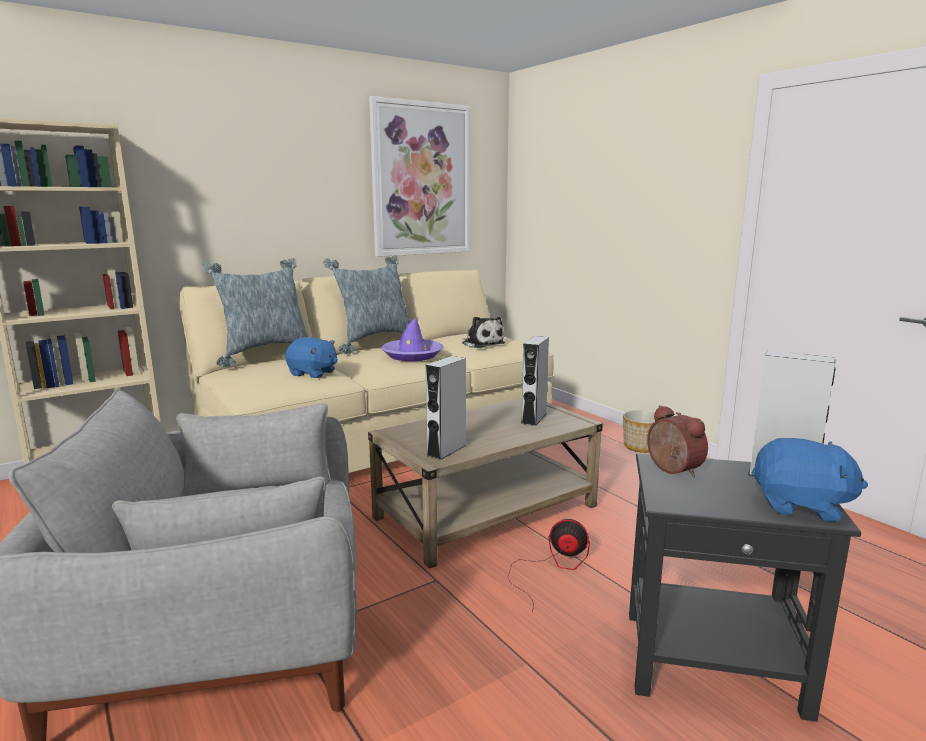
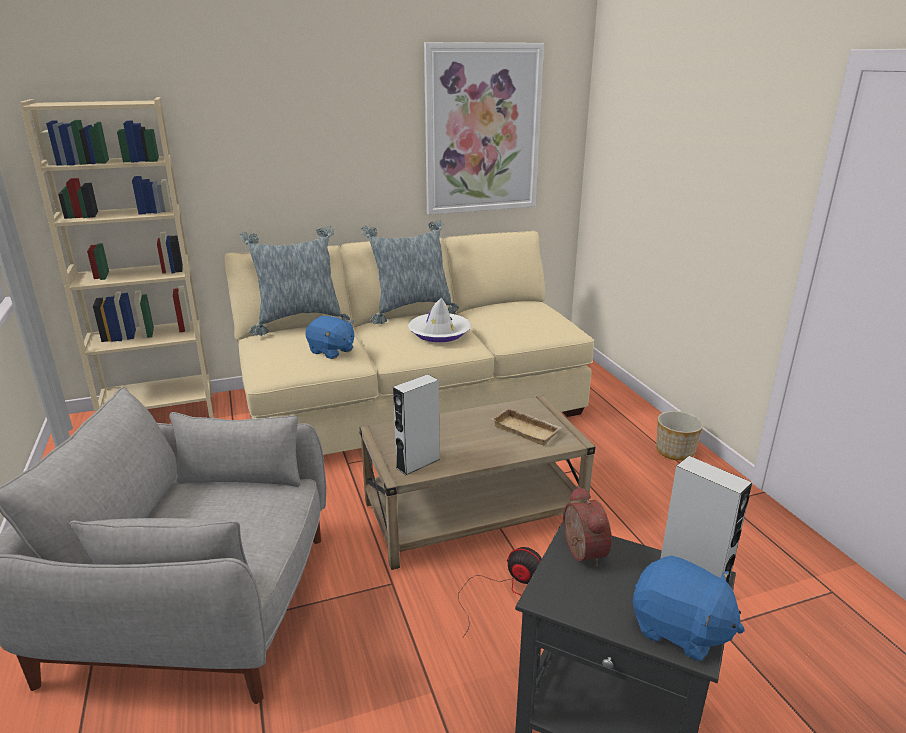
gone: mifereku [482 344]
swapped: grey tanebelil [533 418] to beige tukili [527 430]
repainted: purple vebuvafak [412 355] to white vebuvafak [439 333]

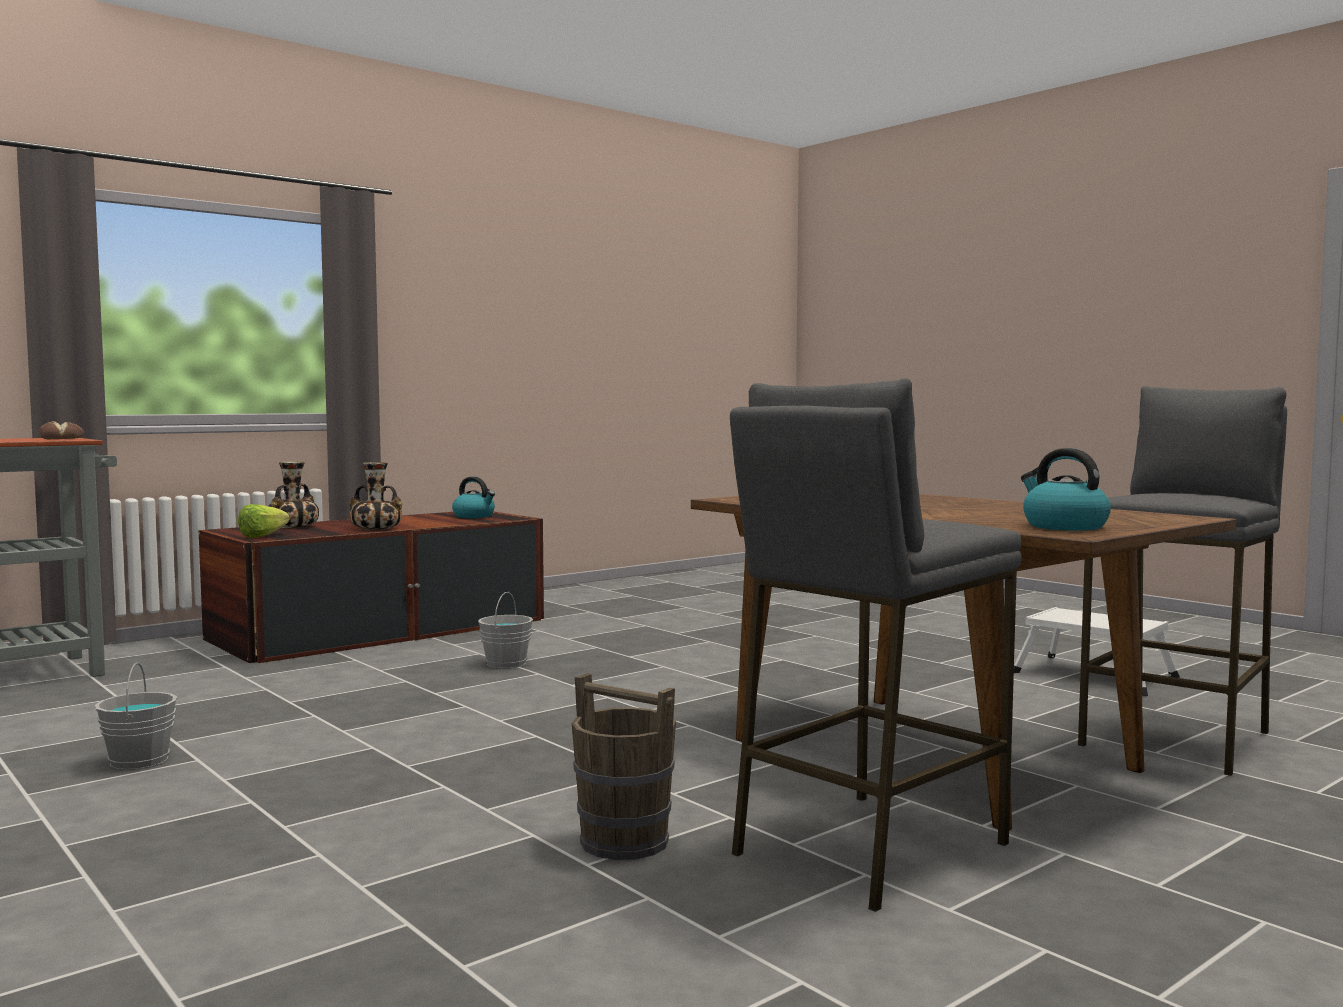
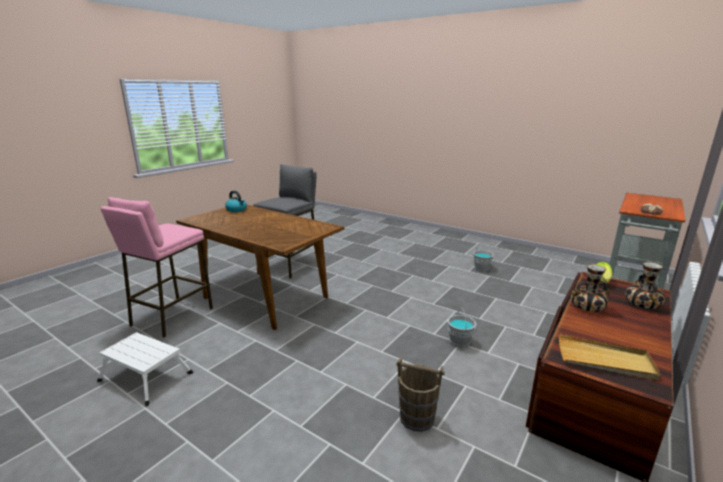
shifted: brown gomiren [623 841] to [417 418]
swapped: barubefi [474 516] to beige tukili [605 360]
repainted: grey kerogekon [1178 739] to pink kerogekon [171 317]

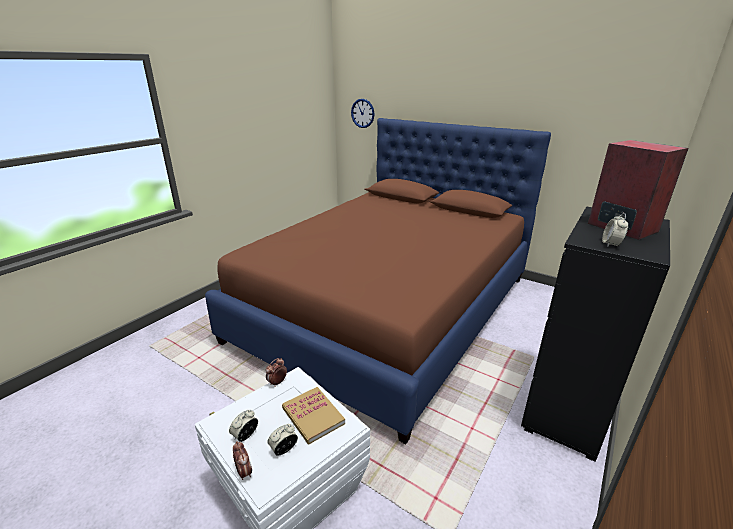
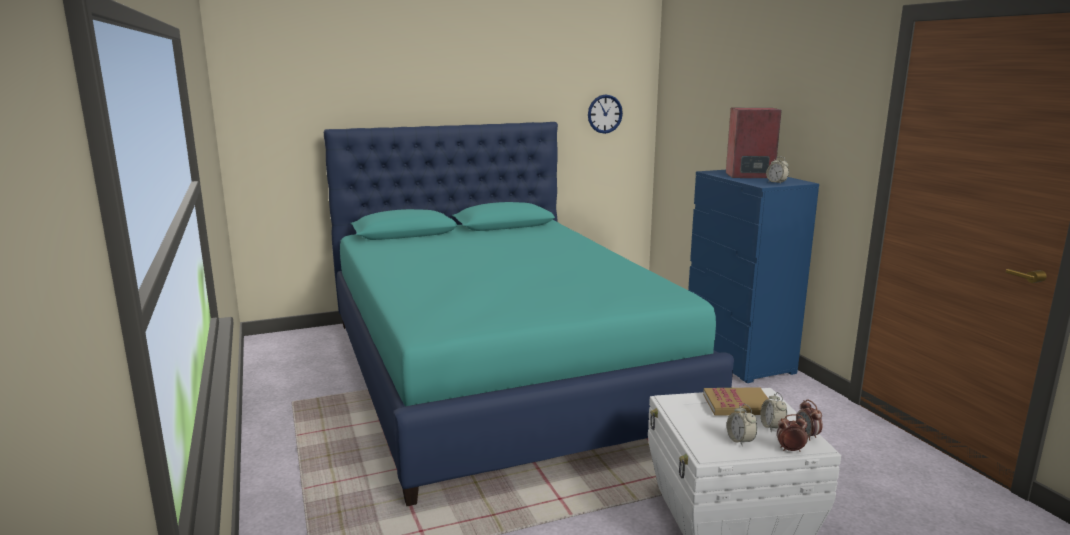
shifted: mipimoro [277 383] to [807 435]; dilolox [362 113] to [604 114]
repainted: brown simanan [388 308] to turquoise simanan [499 372]; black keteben [566 408] to blue keteben [738 359]

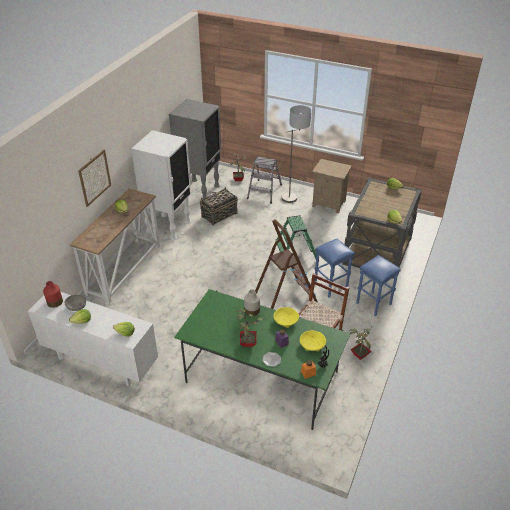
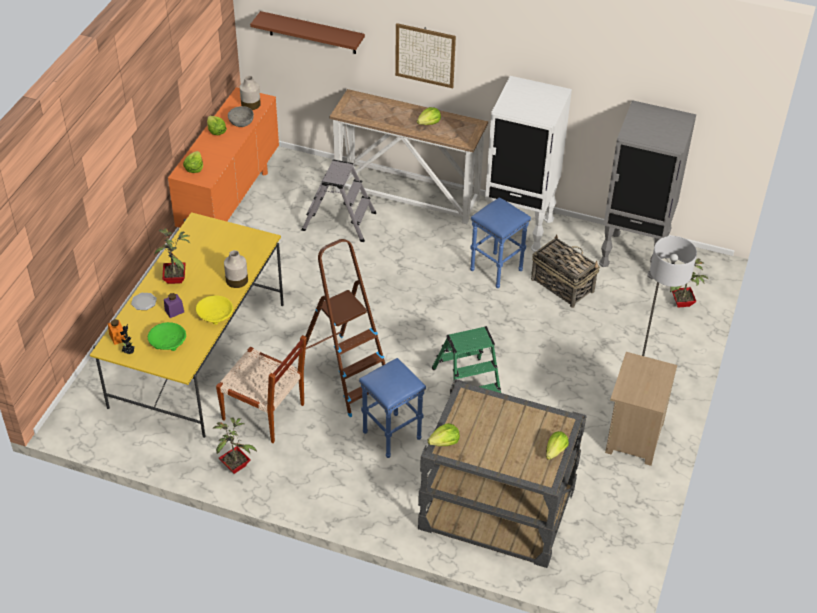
new: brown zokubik [312 33]
shifted: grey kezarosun [264 191] to [339 221]; blue kerogekon [374 303] to [496 270]
repainted: white keteben [100 362] to orange keteben [230 200]; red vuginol [55 302] to beige vuginol [250 104]; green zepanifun [262 377] to yellow zepanifun [198 354]; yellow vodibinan [312 345] to green vodibinan [167 342]

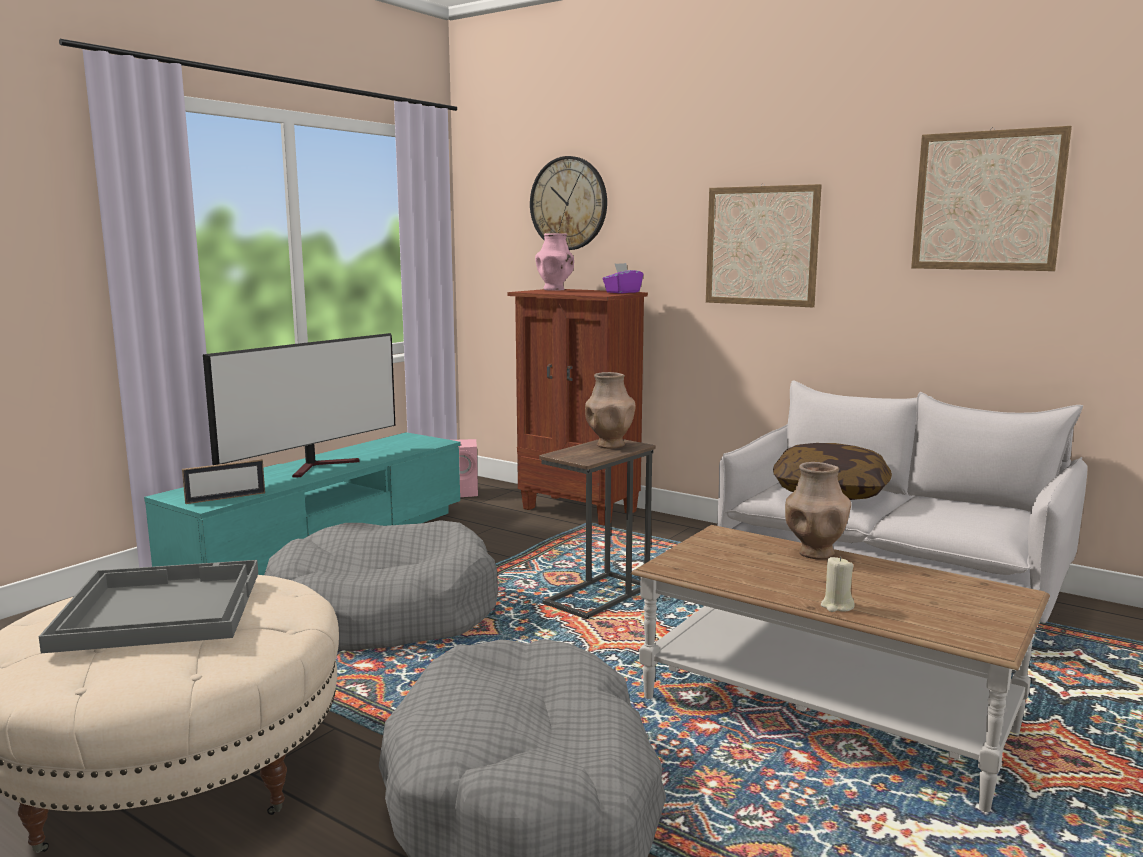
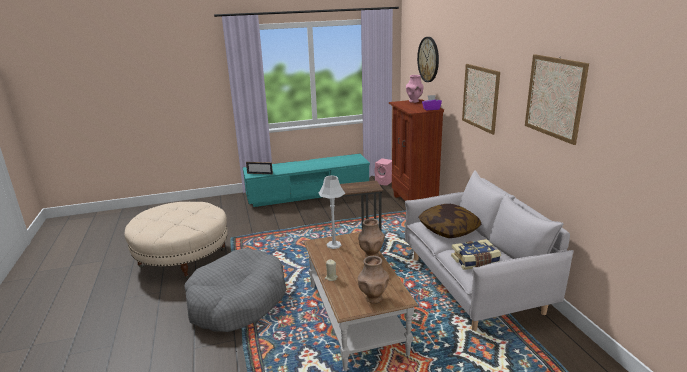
gone: grey tukili [159 608]; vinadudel [320 466]; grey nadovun [383 613]
new: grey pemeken [334 245]; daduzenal [475 261]
shifted: brown vuginol [609 445] to [373 298]

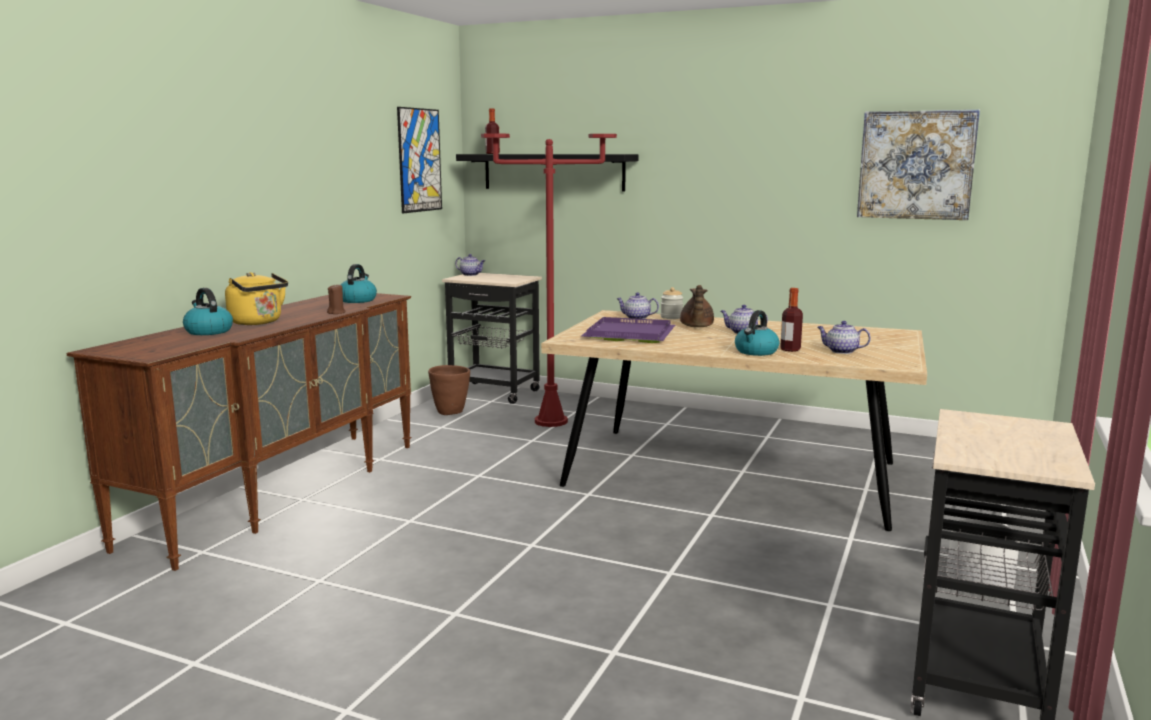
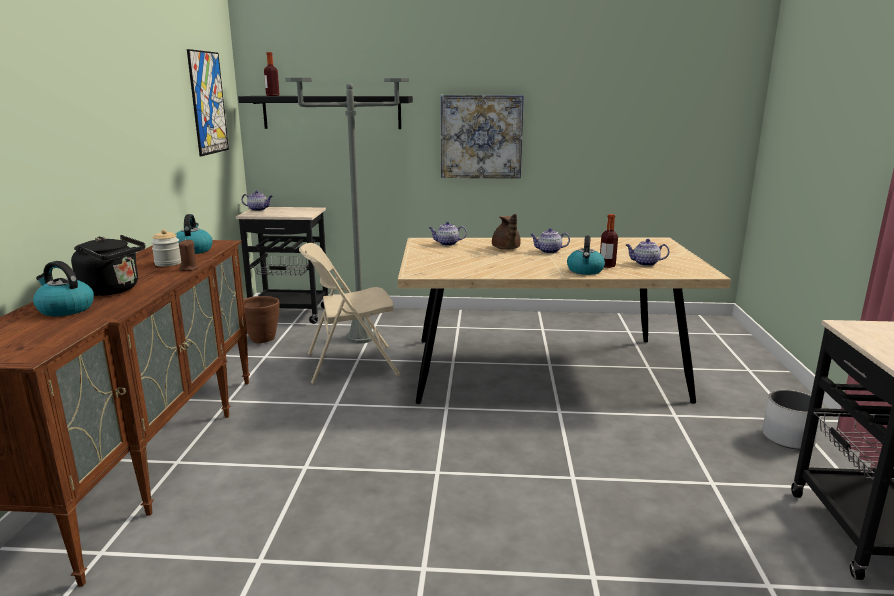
gone: purple tukili [628 333]
new: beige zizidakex [352 364]
shifted: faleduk [671 317] to [168 263]; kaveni [916 165] to [481 137]
repainted: yellow barubefi [258 322] to black barubefi [113 290]; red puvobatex [550 421] to grey puvobatex [360 337]

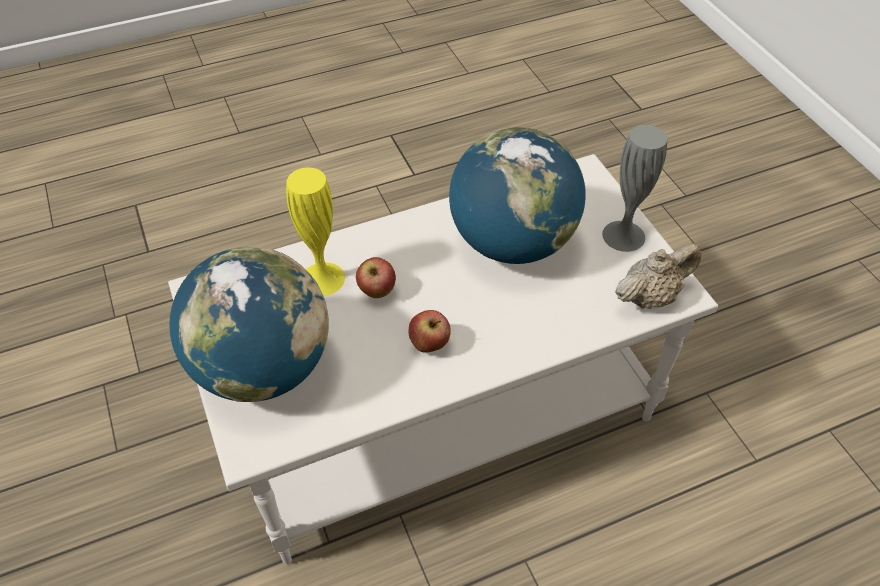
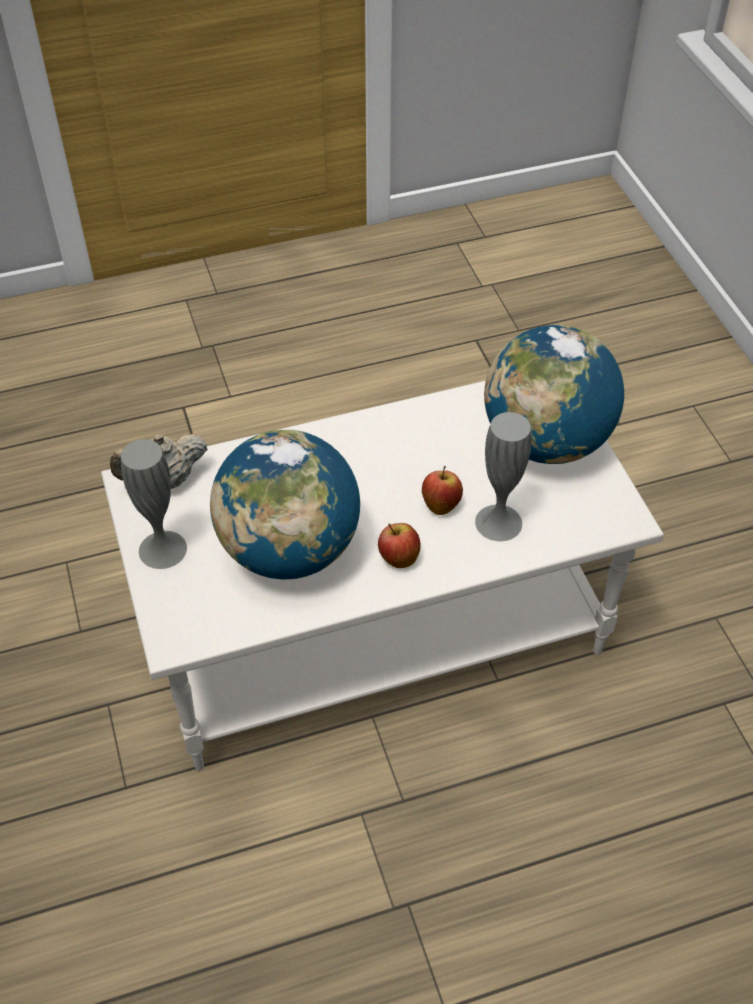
shifted: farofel [429 345] to [398 558]
repainted: yellow vuginol [322 278] to grey vuginol [498 522]

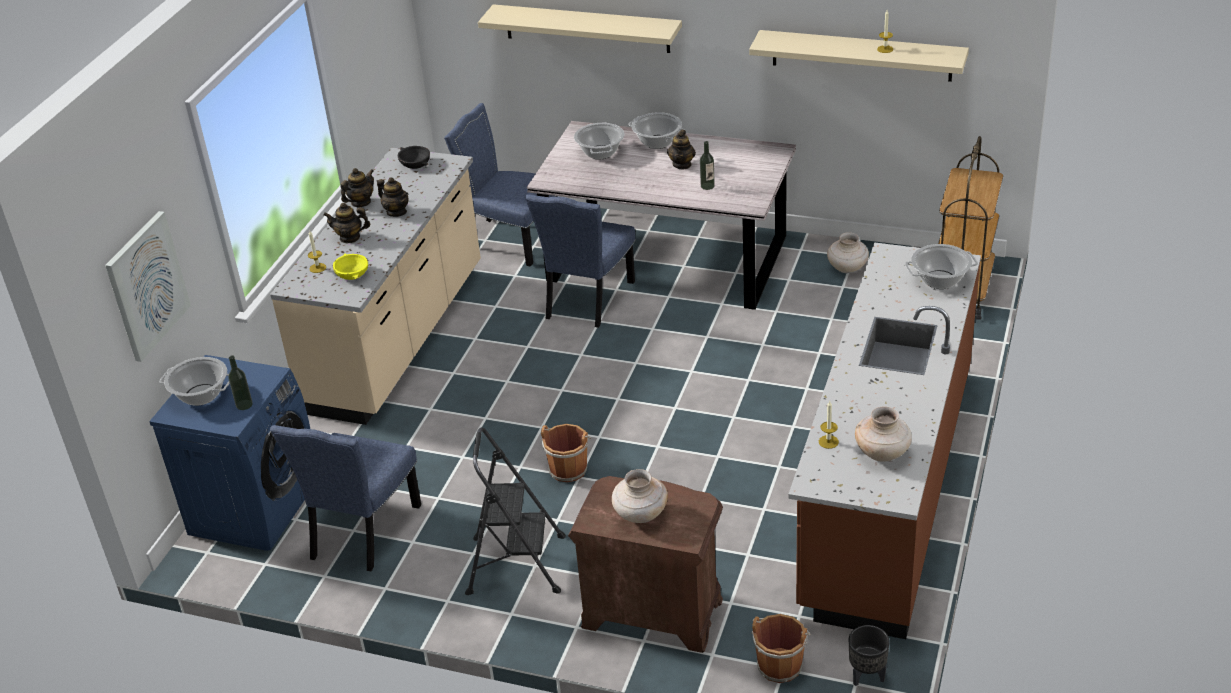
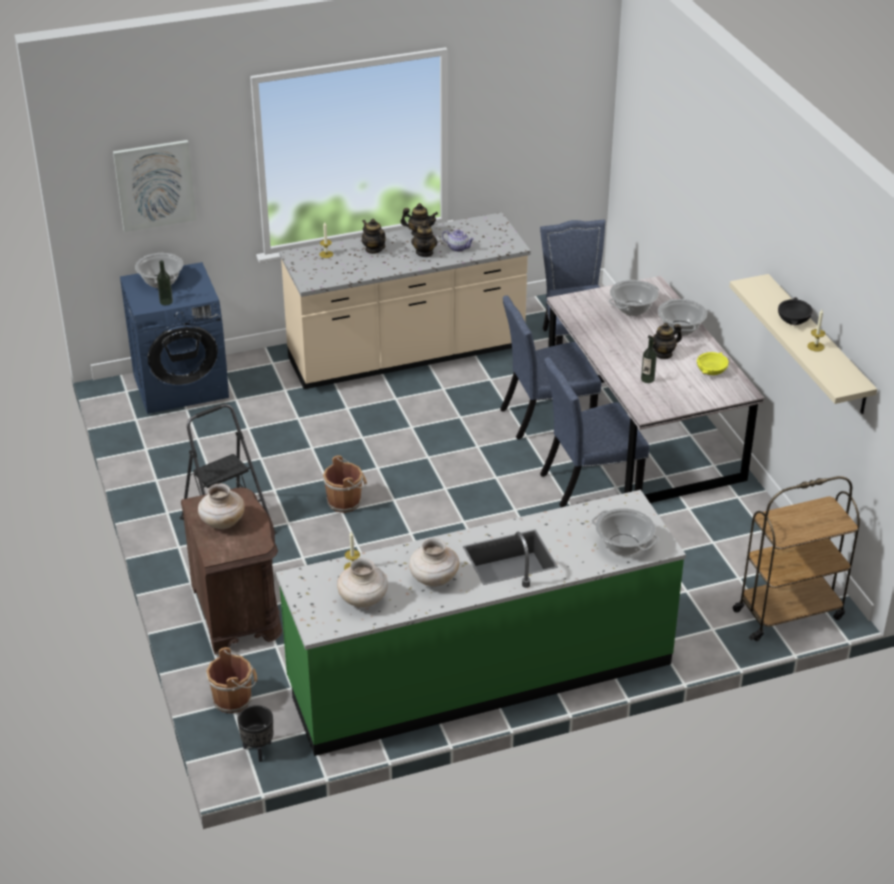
gone: beige zokubik [586 28]
new: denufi [458 248]
shifted: blue zizidakex [364 529] to [591 482]; yellow vodibinan [351 274] to [711 370]; black vodibinan [416 164] to [794 319]; beige vuginol [847 268] to [433 579]
repainted: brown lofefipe [886 485] to green lofefipe [480 673]

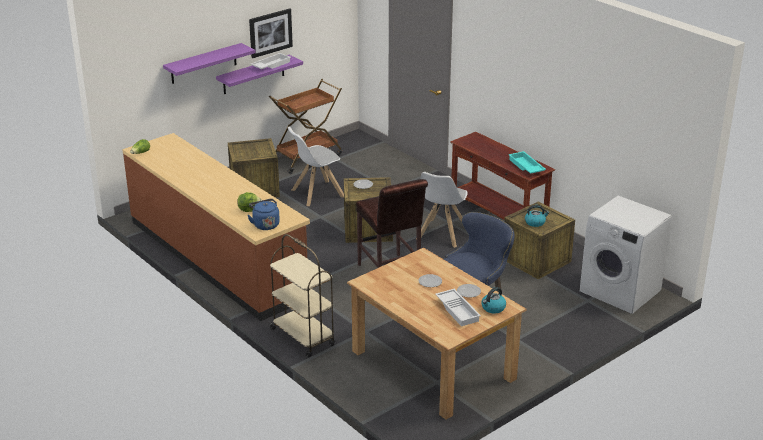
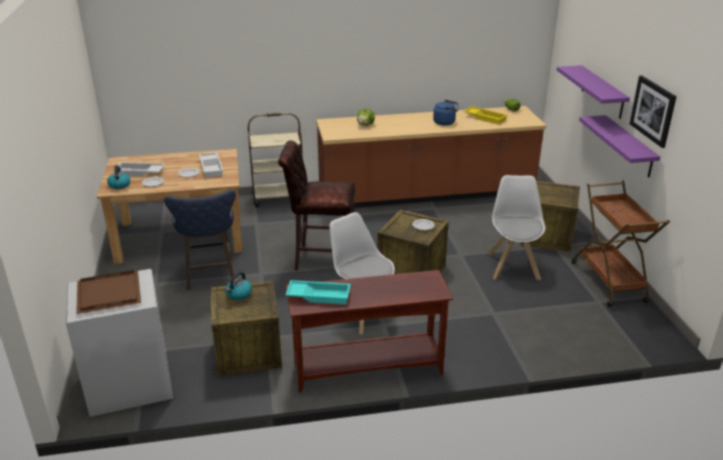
new: brown tukili [110 293]; yellow tukili [485 118]
shifted: blue barubefi [265 224] to [445 122]; white tukili [271 65] to [212 167]

